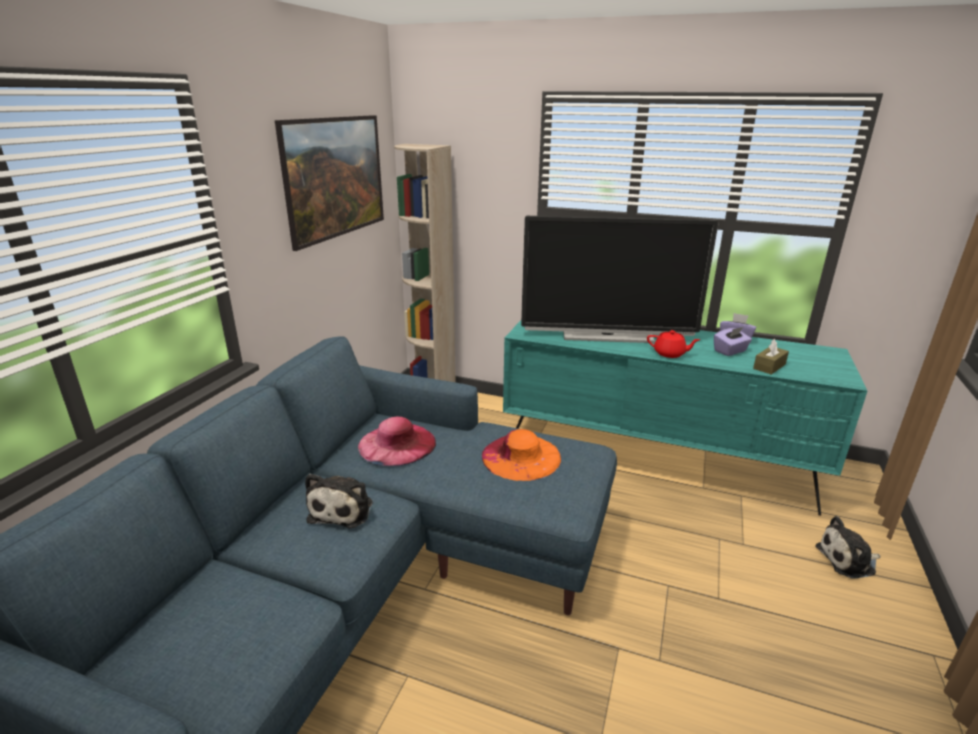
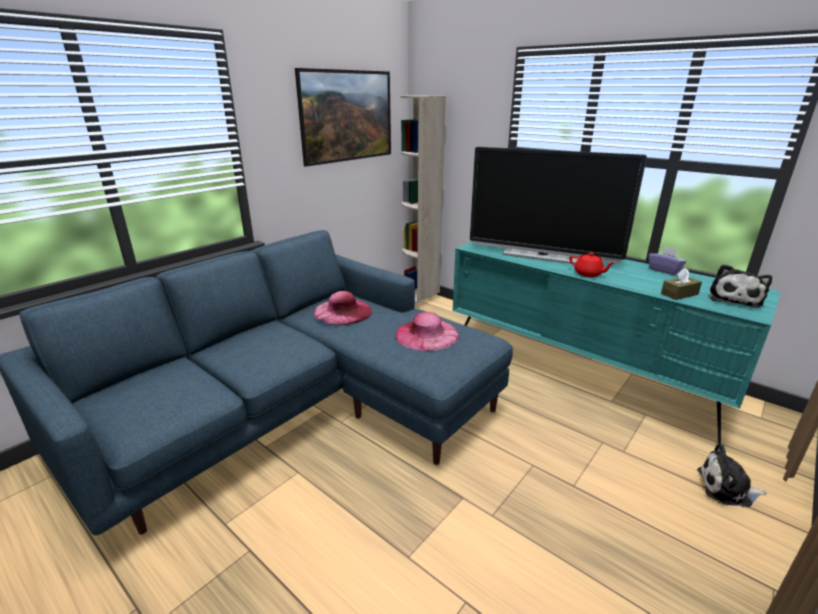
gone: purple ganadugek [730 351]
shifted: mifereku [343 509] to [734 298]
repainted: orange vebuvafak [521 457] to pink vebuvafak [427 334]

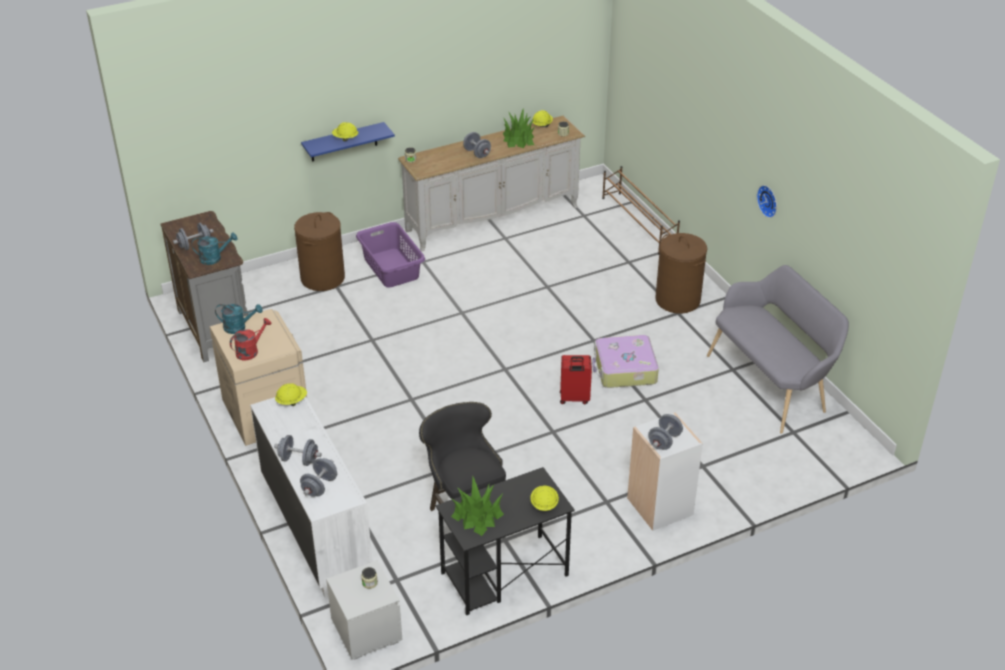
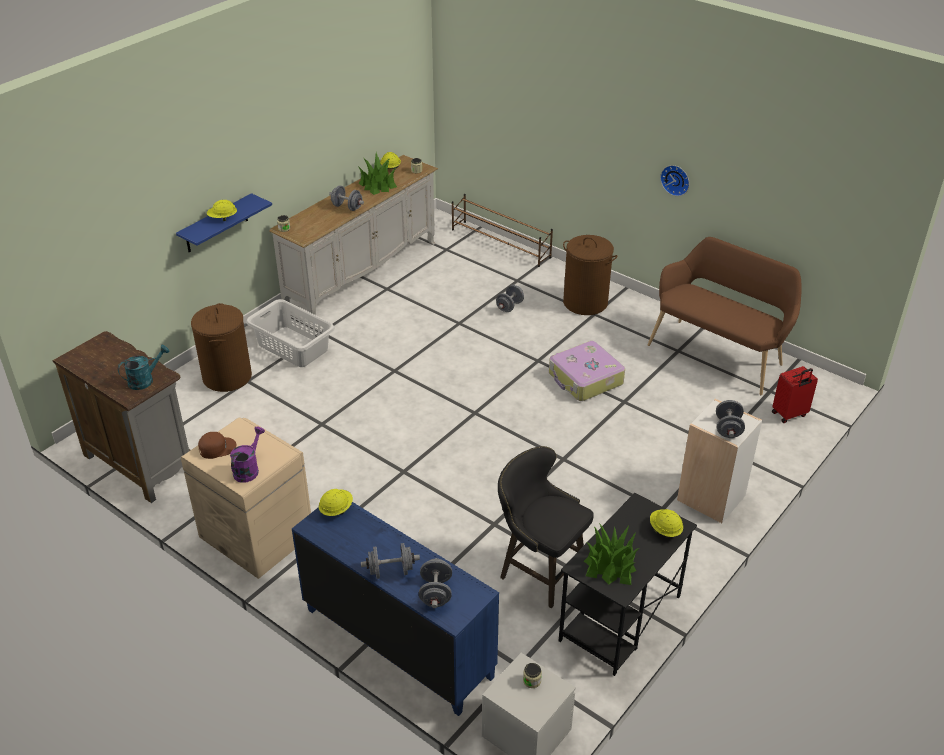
shifted: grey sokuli [194 245] to [509 306]; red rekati [574 399] to [789 414]
swapped: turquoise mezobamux [239 327] to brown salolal [217 447]
repainted: red mezobamux [250 351] to purple mezobamux [248 469]; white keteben [316 530] to blue keteben [398 643]; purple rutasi [391 267] to grey rutasi [293 346]; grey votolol [771 383] to brown votolol [719 353]

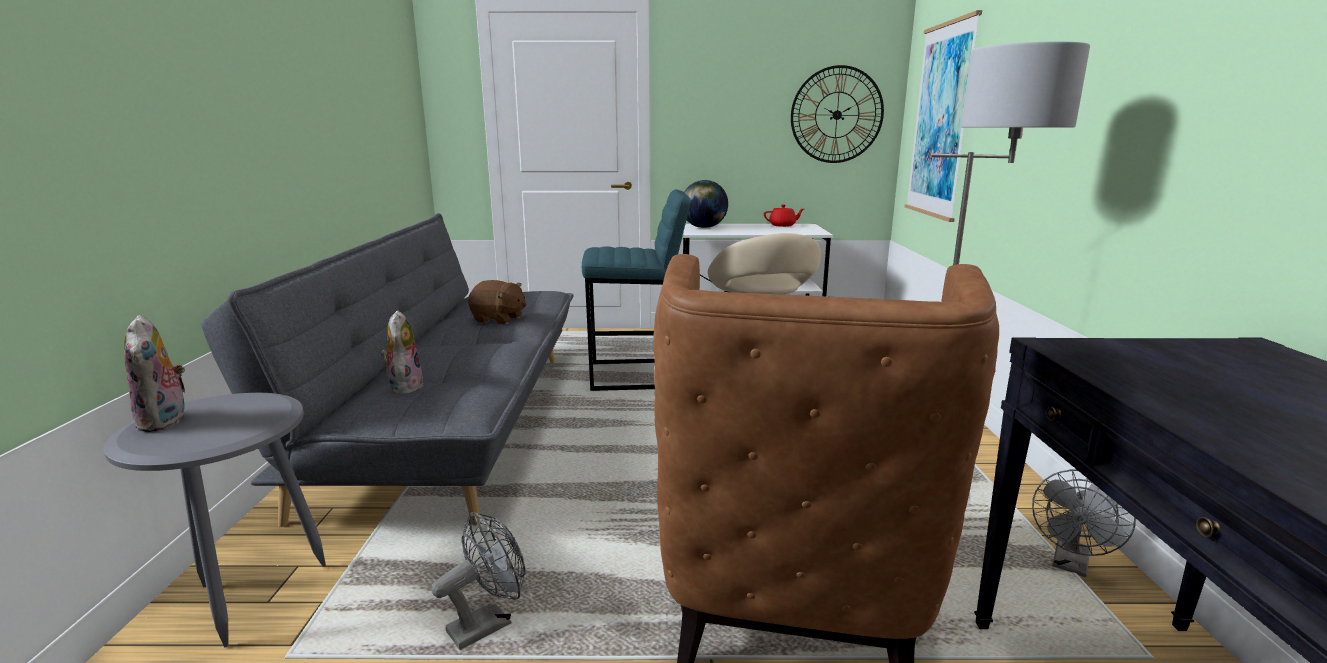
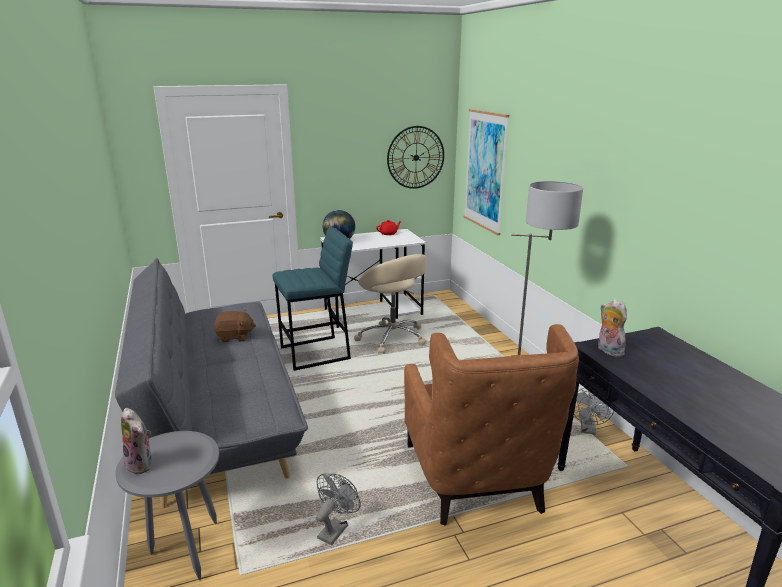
shifted: mifereku [404 387] to [608 351]

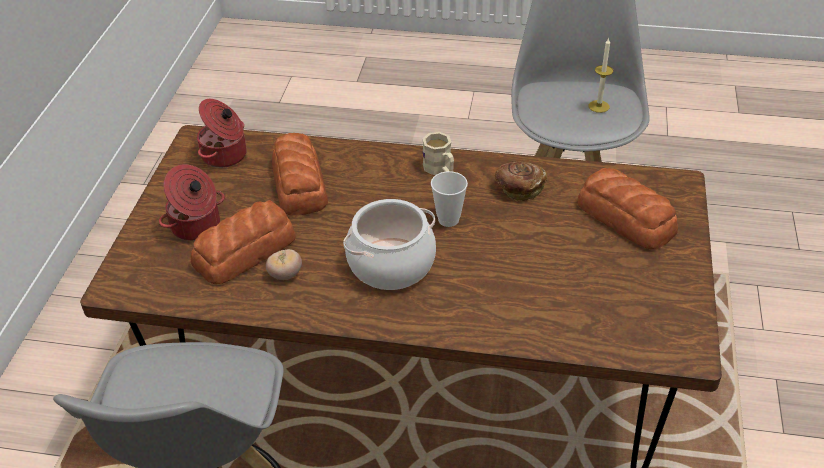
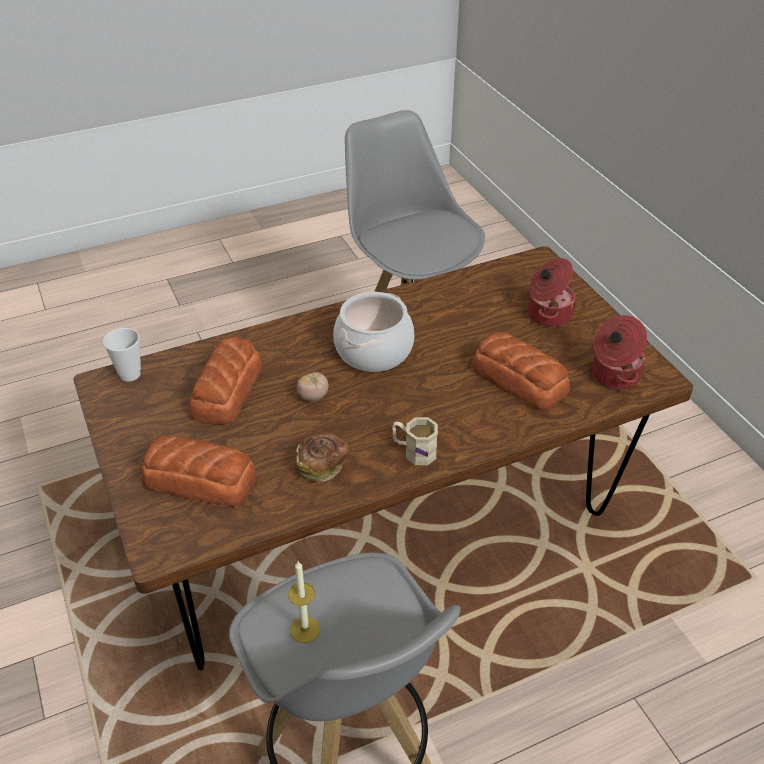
shifted: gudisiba [246 251] to [226 391]; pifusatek [285 275] to [313 396]; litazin [448 219] to [130 374]

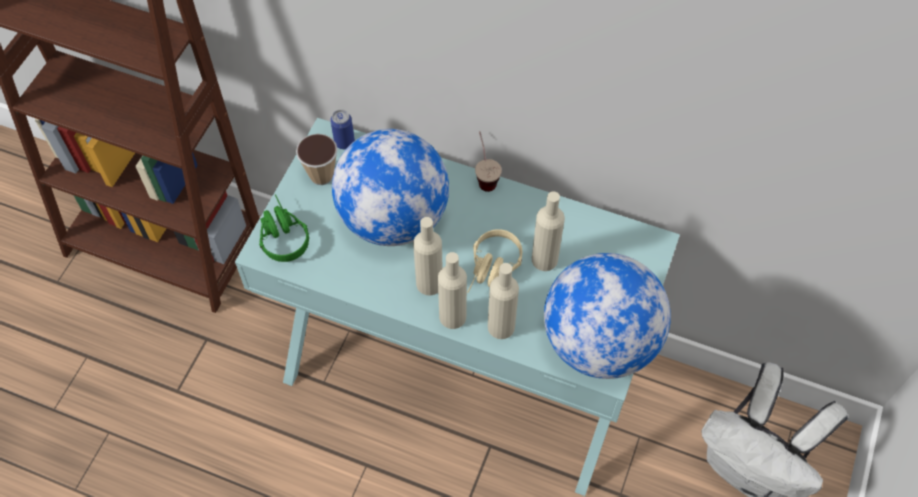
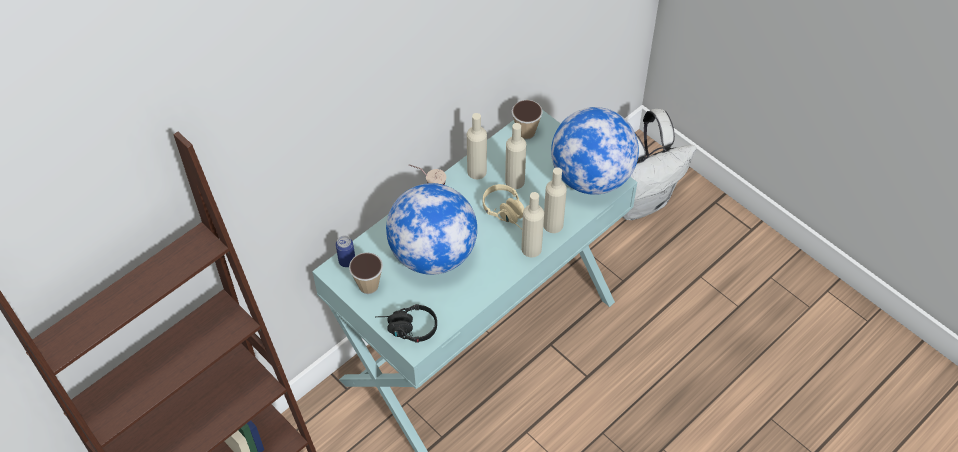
new: litazin [526 132]
shifted: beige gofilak [429 283] to [477 171]
repainted: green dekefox [281 234] to black dekefox [406 329]

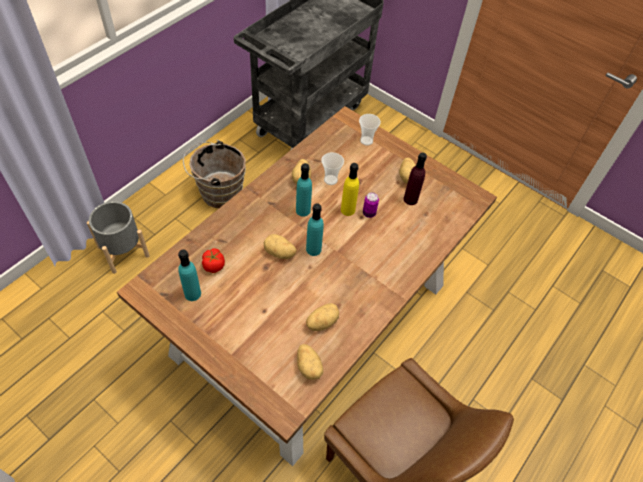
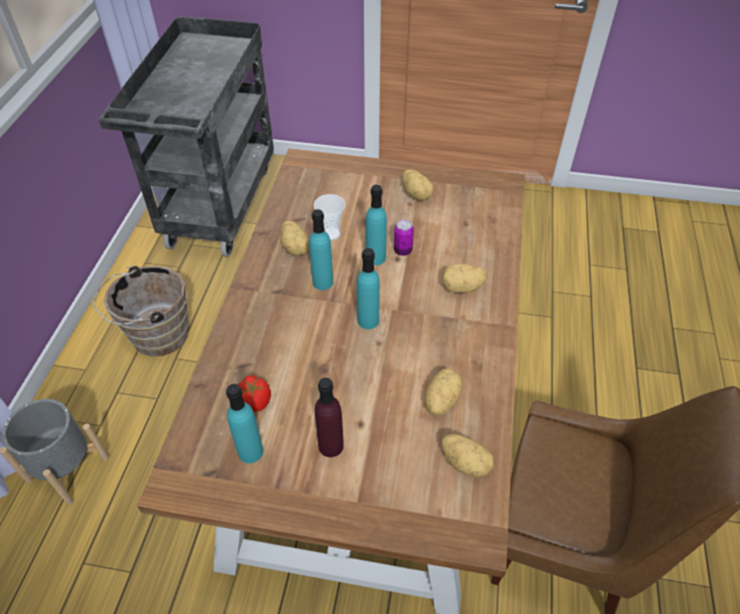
gone: litazin [366 141]
shifted: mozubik [279 253] to [462 288]; purple gofilak [410 199] to [331 446]
repainted: yellow gofilak [347 210] to turquoise gofilak [375 258]

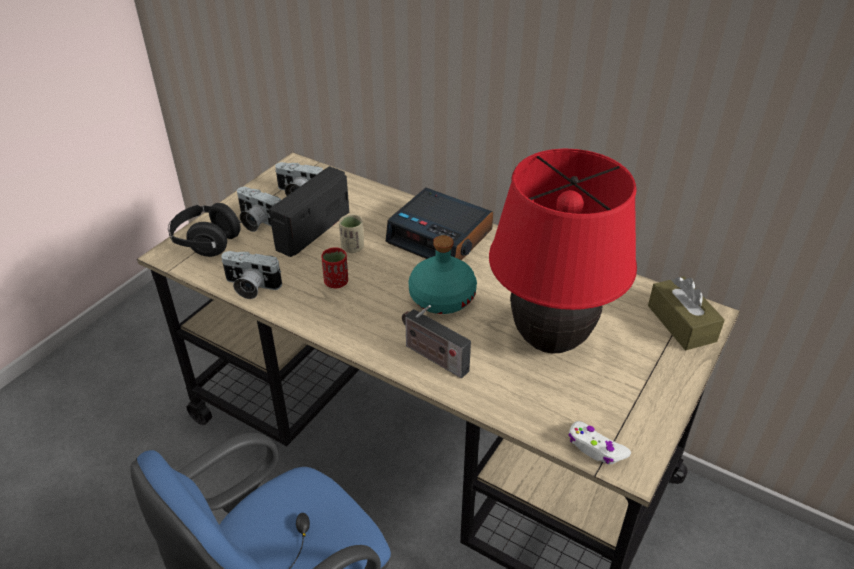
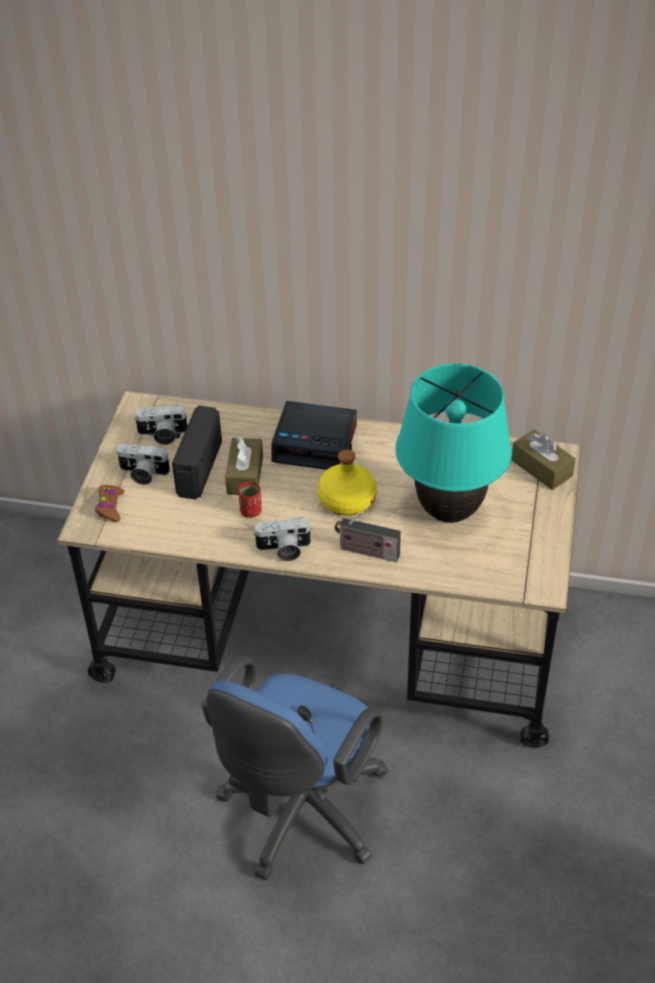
gone: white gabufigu [595 448]
shifted: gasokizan [250 287] to [284 549]
swapped: black dekefox [206 242] to brown gabufigu [110 507]; beige litazin [352 248] to brown ganadugek [245 475]
repainted: turquoise gofilak [441 297] to yellow gofilak [346 500]; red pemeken [551 340] to turquoise pemeken [450 511]

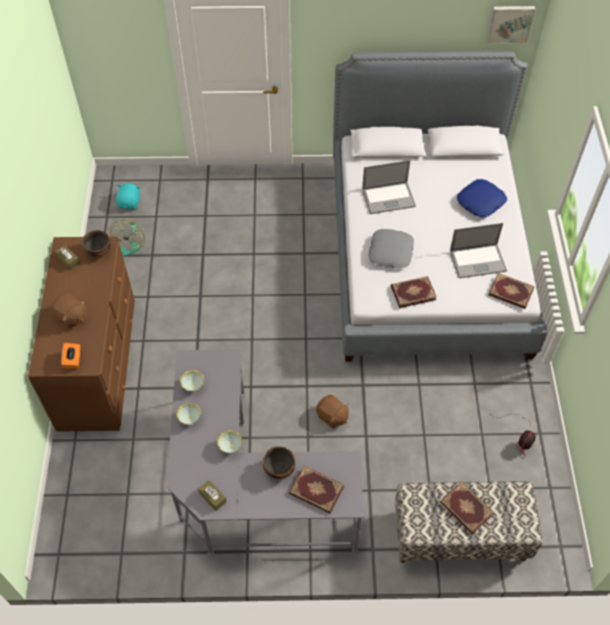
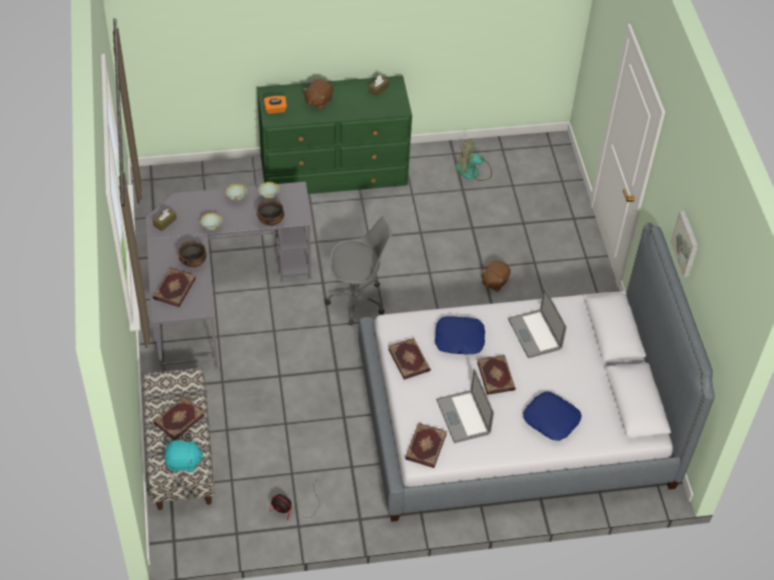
new: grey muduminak [357 301]; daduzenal [496 376]
shifted: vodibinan [99 251] to [271 221]; turquoise mifereku [130 203] to [183 462]; brown mifereku [332 416] to [494 282]; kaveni [510 23] to [687 243]
repainted: brown keteben [97 361] to green keteben [334 171]; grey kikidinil [391 252] to blue kikidinil [459 339]

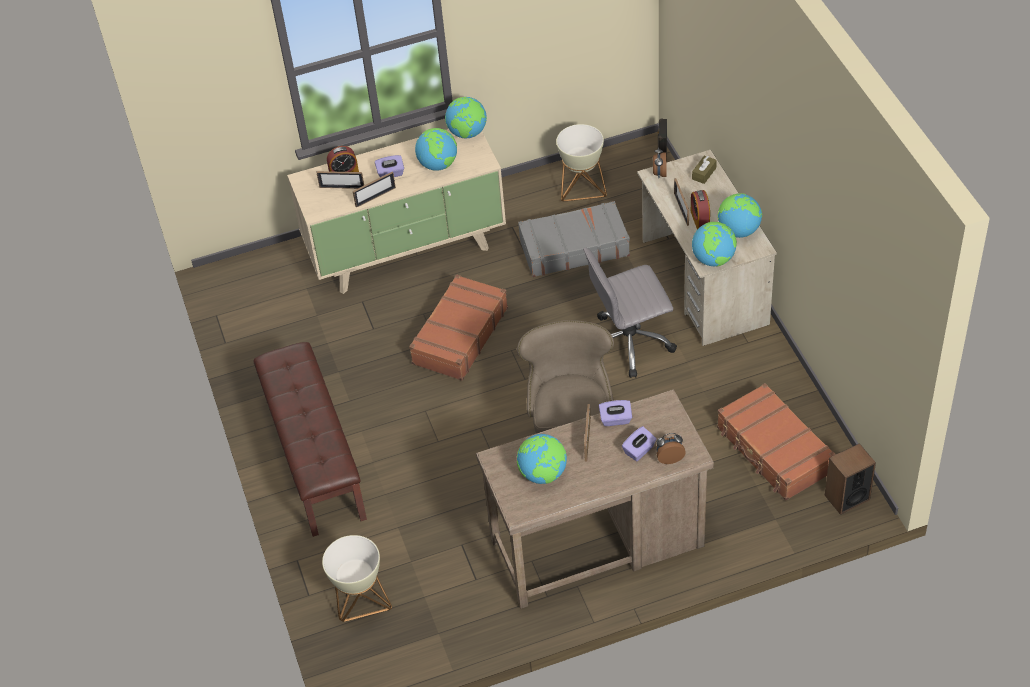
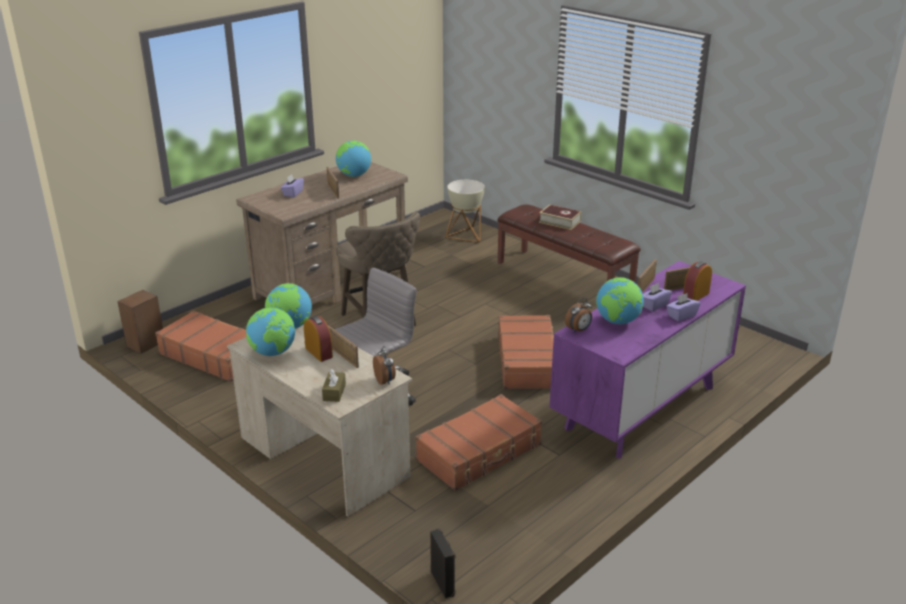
gone: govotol [467 133]; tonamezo [582 189]
new: daduzenal [560 222]
shifted: purple ganadugek [615 420] to [681 315]; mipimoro [669 458] to [579 330]
repainted: beige keteben [406 249] to purple keteben [642 408]; grey rekati [573 247] to brown rekati [480 453]

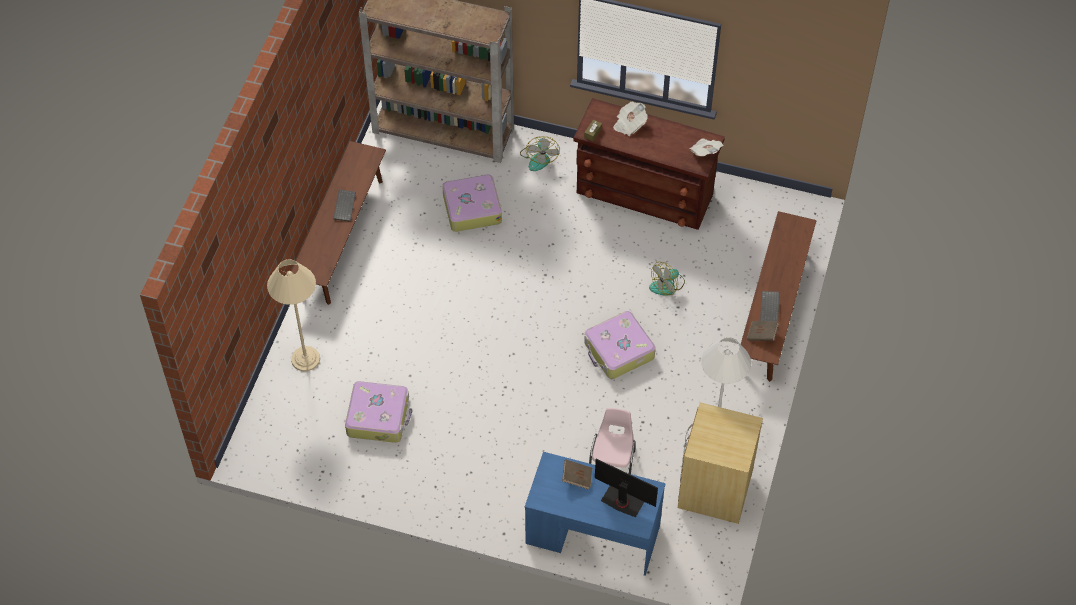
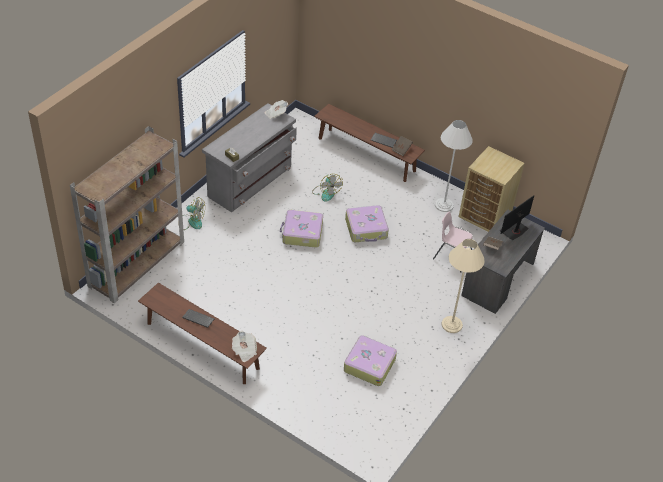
shifted: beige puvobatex [305 359] to [452 324]; rekati [471 208] to [302 233]; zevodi [629 124] to [244 351]
repainted: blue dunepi [592 534] to grey dunepi [497 280]; brown keteben [643 196] to grey keteben [251 182]

